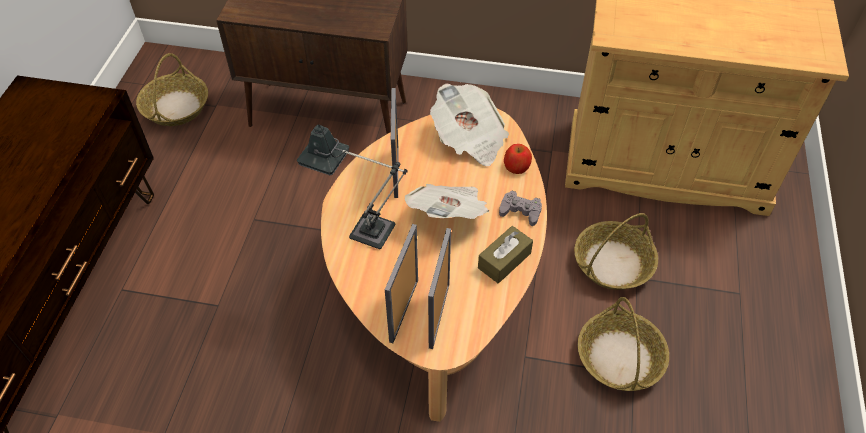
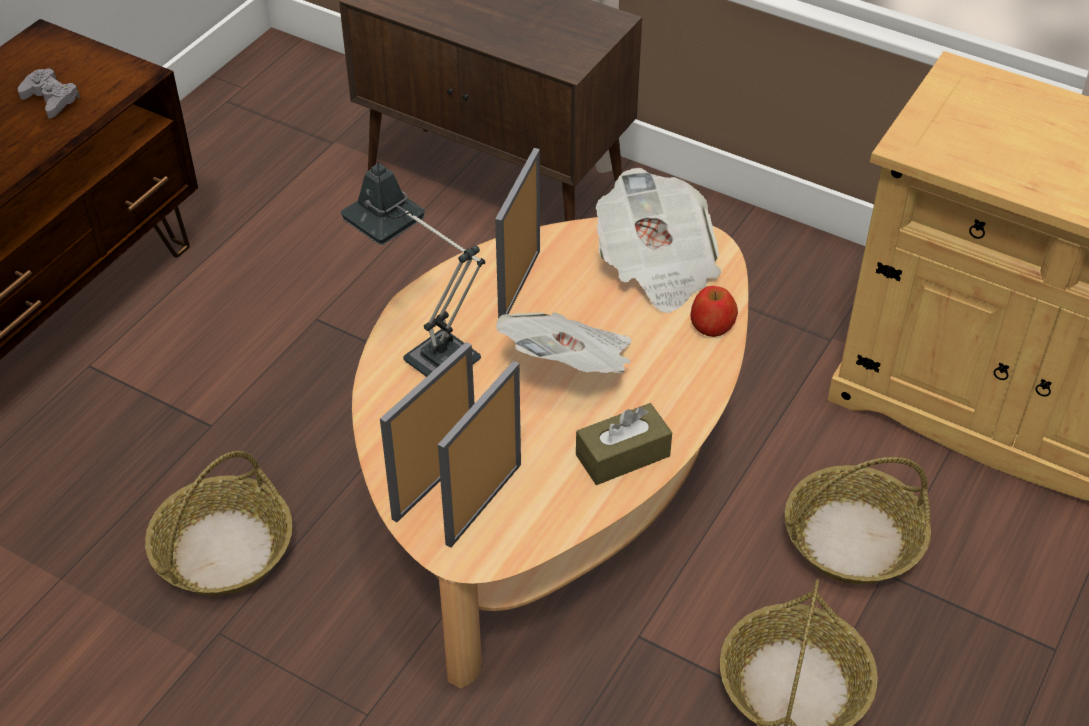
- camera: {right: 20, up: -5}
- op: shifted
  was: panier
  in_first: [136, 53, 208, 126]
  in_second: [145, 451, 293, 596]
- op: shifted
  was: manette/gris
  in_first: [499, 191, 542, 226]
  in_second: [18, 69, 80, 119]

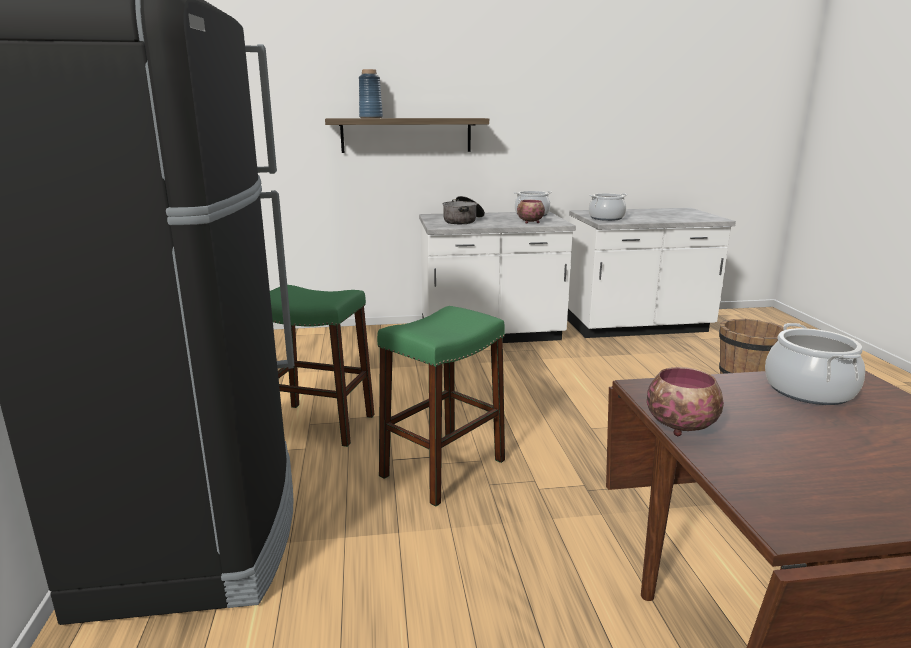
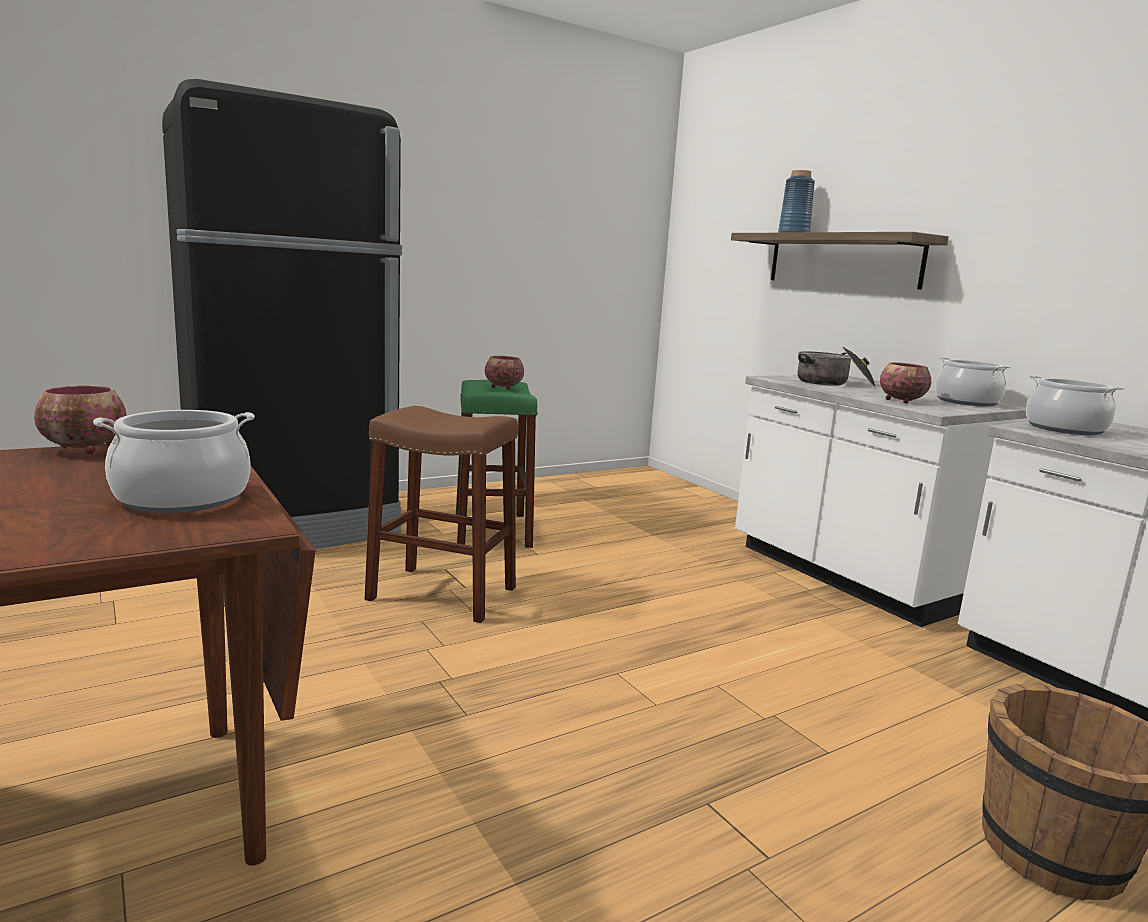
- camera: {right: 65, up: -5}
- op: repainted
  was: tabouret/vert
  now: tabouret/marron
  in_first: [377, 306, 505, 506]
  in_second: [365, 406, 518, 623]
- op: new
  now: bol
  in_second: [485, 356, 524, 390]

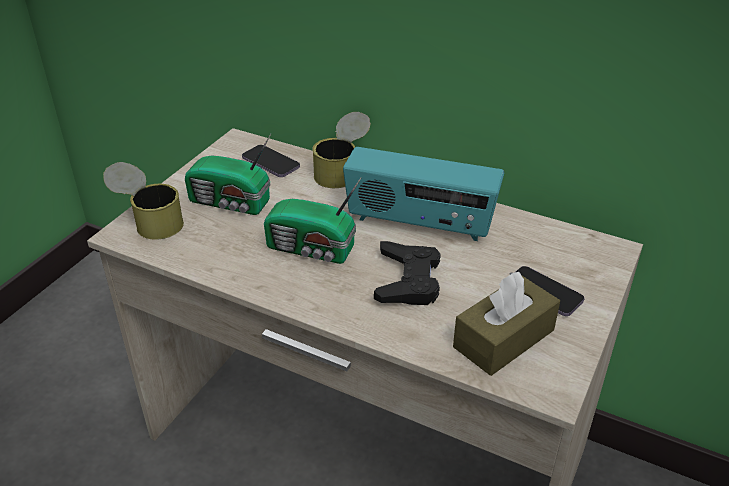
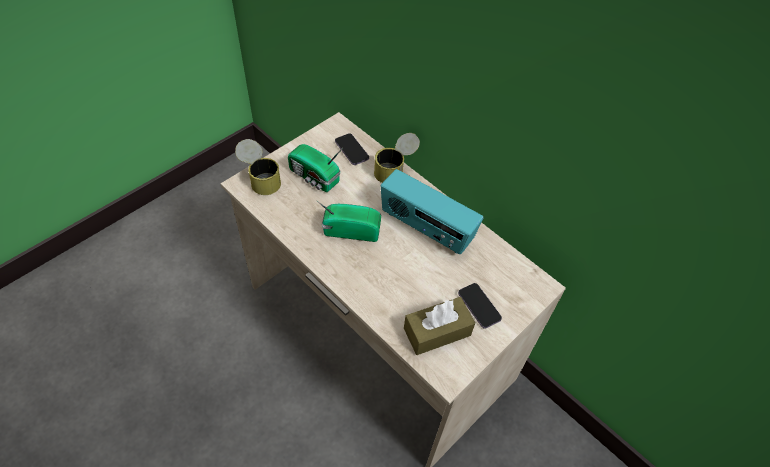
- camera: {right: 15, up: 15}
- op: rotated
  was: radio
  in_first: [264, 177, 362, 264]
  in_second: [317, 201, 381, 242]
  clockwise: 150
- op: gone
  was: manette/noir
  in_first: [374, 241, 441, 305]

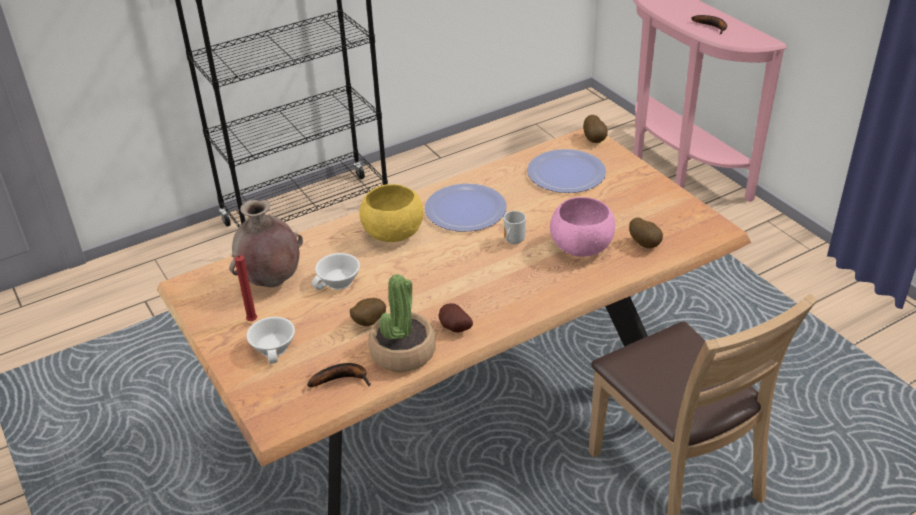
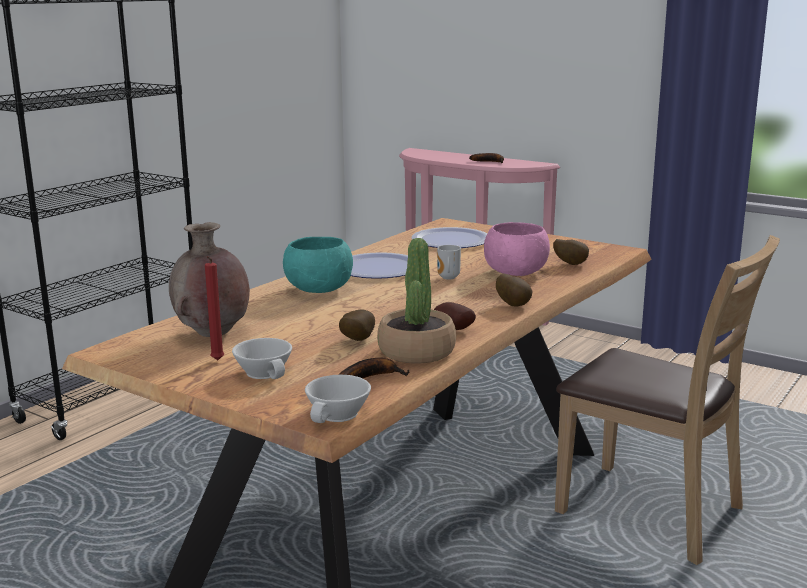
- camera: {right: -25, up: -20}
- op: shifted
  was: tasse/blanc
  in_first: [312, 253, 360, 290]
  in_second: [305, 375, 371, 423]
- op: repainted
  was: bol/jaune
  now: bol/turquoise
  in_first: [360, 184, 423, 242]
  in_second: [283, 237, 353, 293]
- op: shifted
  was: pomme de terre
  in_first: [583, 115, 608, 143]
  in_second: [496, 274, 532, 306]

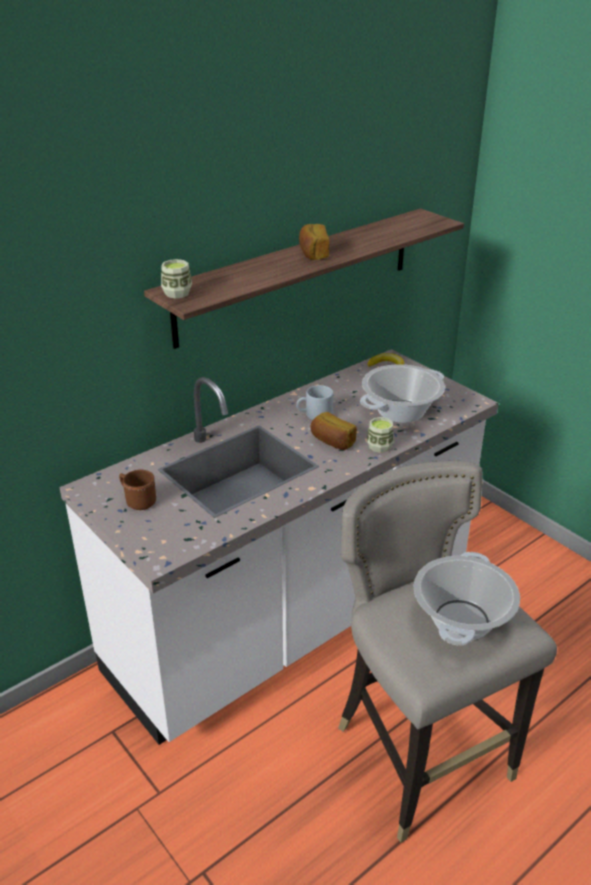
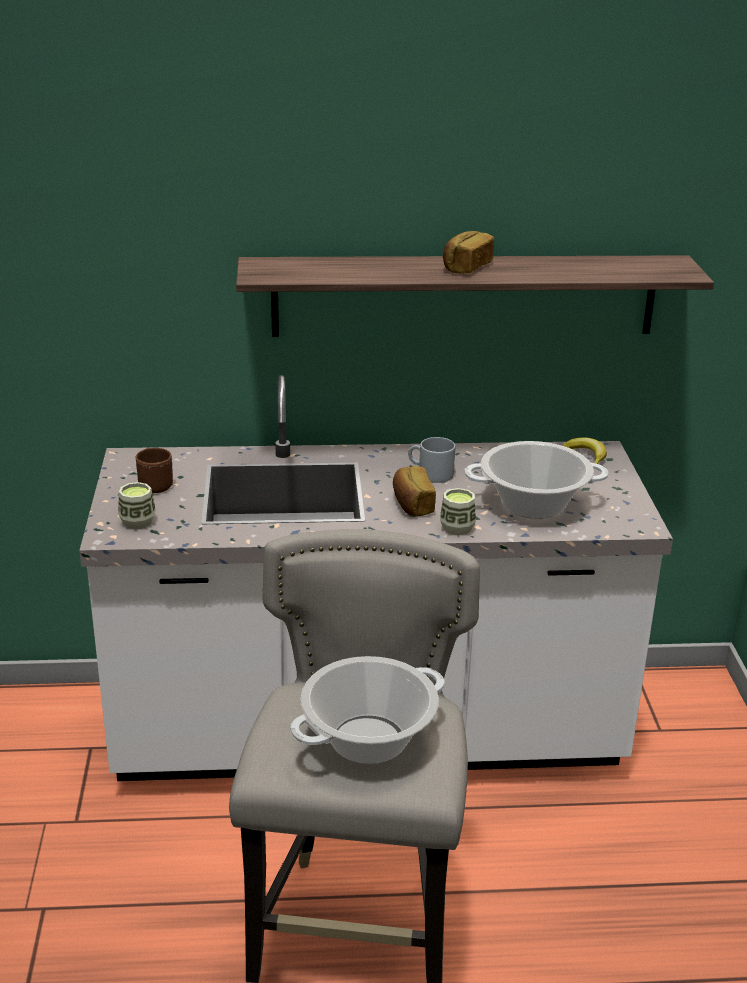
- camera: {right: 35, up: -5}
- op: shifted
  was: tasse
  in_first: [161, 259, 192, 299]
  in_second: [118, 482, 156, 529]

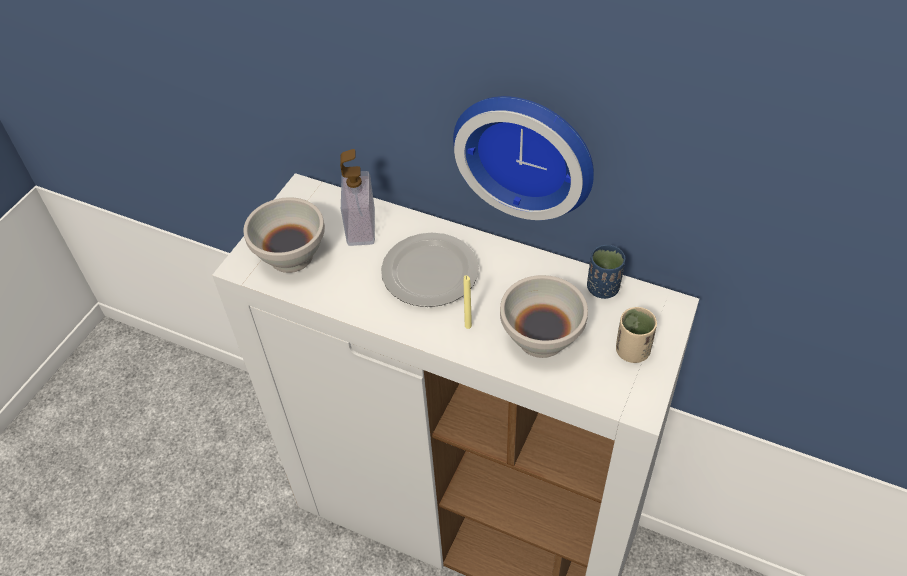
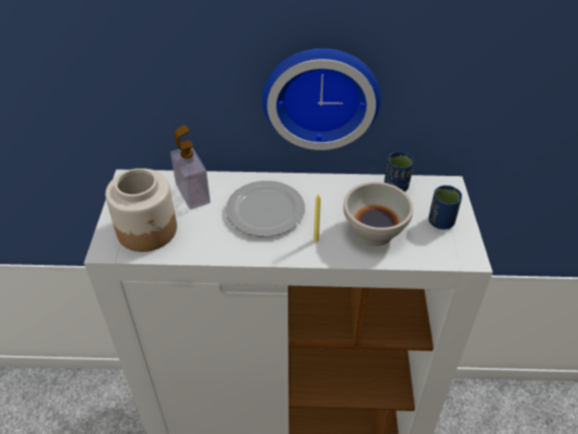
- camera: {right: -25, up: -5}
- op: swapped
  was: bol/blanc
  now: bocal
  in_first: [244, 197, 325, 273]
  in_second: [105, 168, 177, 252]
- op: repainted
  was: tasse/beige
  now: tasse/bleu
  in_first: [616, 307, 657, 363]
  in_second: [429, 185, 462, 230]

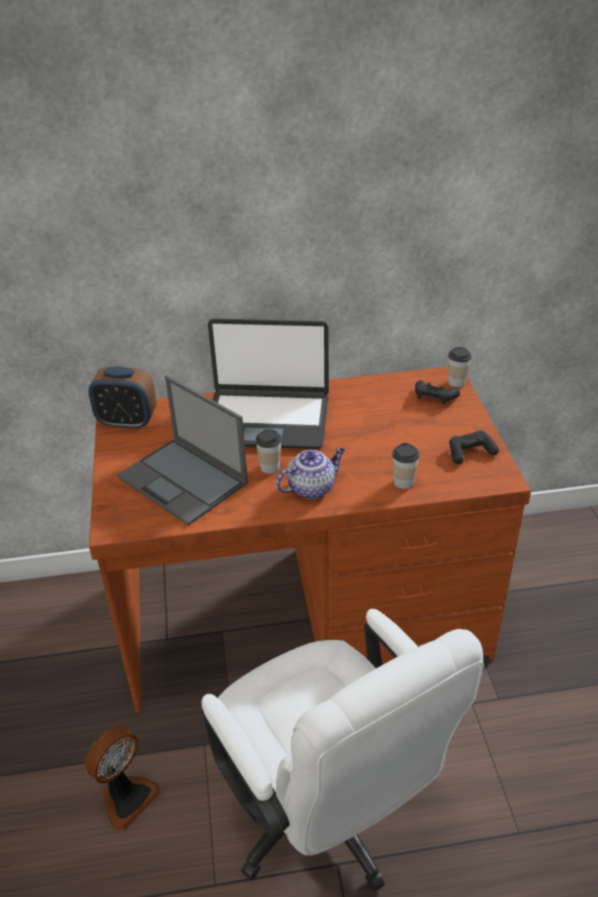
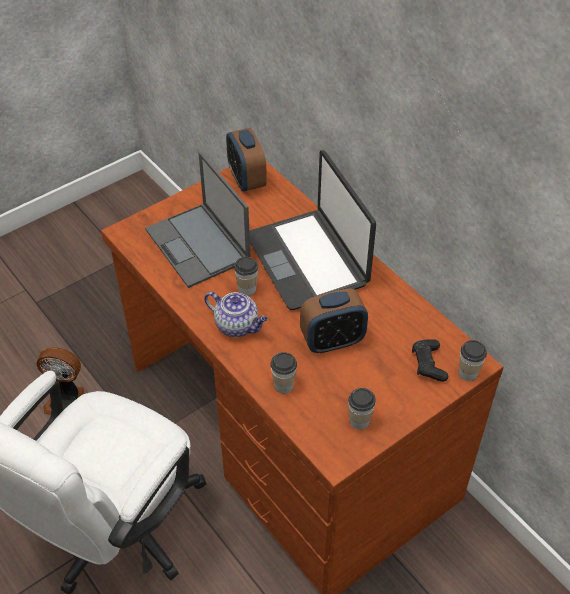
- camera: {right: 60, up: 10}
- op: rotated
  was: ordinateur portable
  in_first: [117, 375, 248, 526]
  in_second: [145, 151, 251, 288]
  clockwise: -45
- op: swapped
  was: manette/noir
  now: tasse
  in_first: [449, 430, 499, 464]
  in_second: [348, 388, 376, 430]
- op: new
  now: réveil
  in_second: [300, 288, 368, 354]

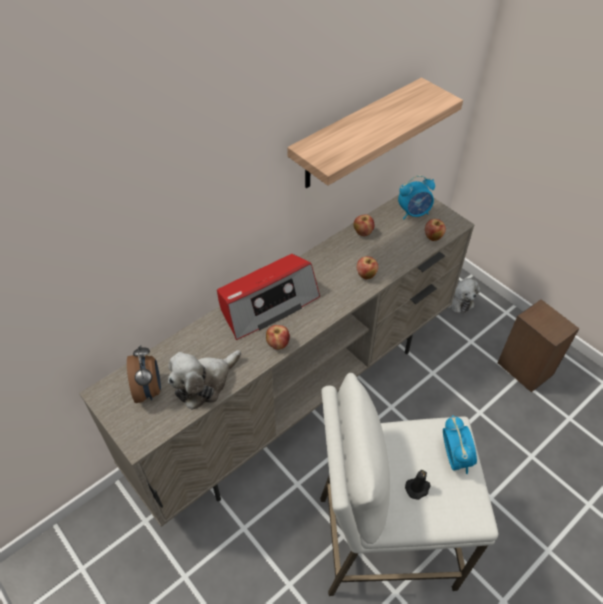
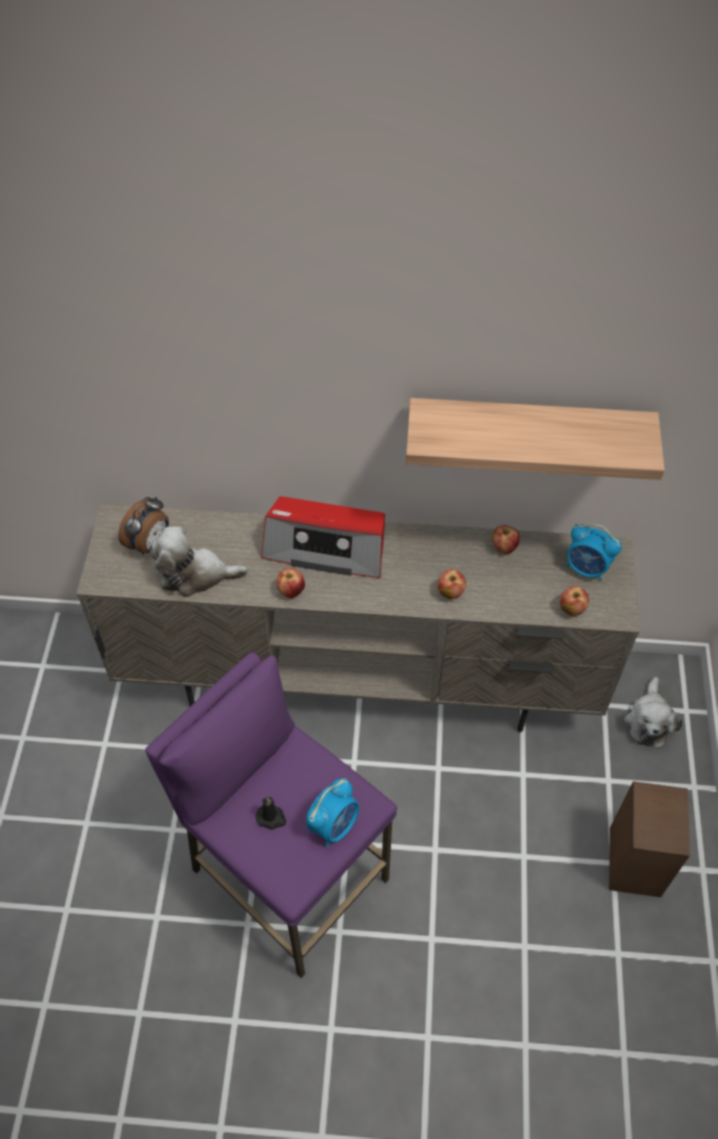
- camera: {right: 45, up: 5}
- op: repainted
  was: tabouret/blanc
  now: tabouret/violet
  in_first: [320, 373, 498, 596]
  in_second: [145, 652, 397, 978]

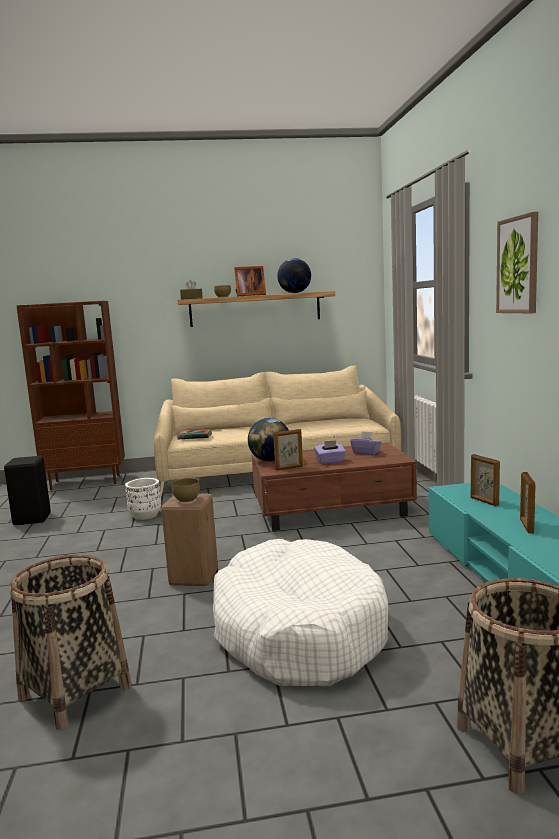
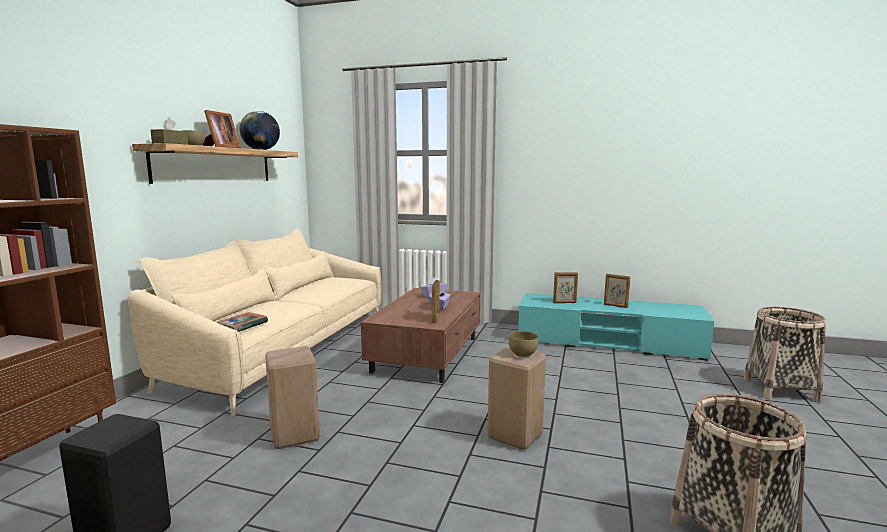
- camera: {right: -65, up: 0}
- op: swapped
  was: cache-pot/blanc
  now: tabouret/beige
  in_first: [125, 478, 161, 520]
  in_second: [265, 346, 320, 449]
- op: gone
  was: panier pour chien/blanc
  in_first: [213, 539, 388, 686]
- op: gone
  was: globe
  in_first: [248, 418, 289, 462]
- op: gone
  was: tableau
  in_first: [496, 212, 538, 313]

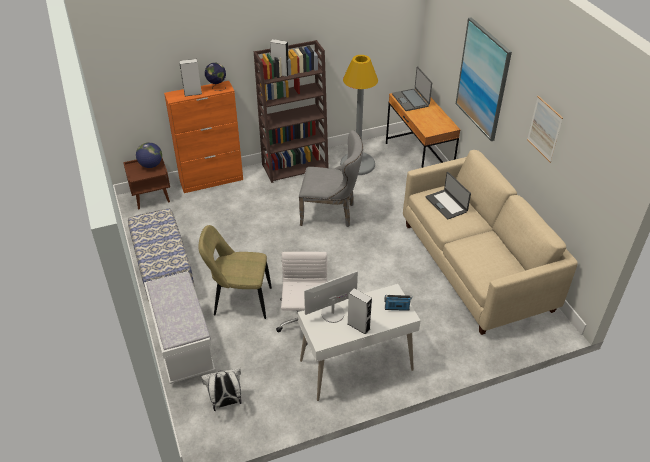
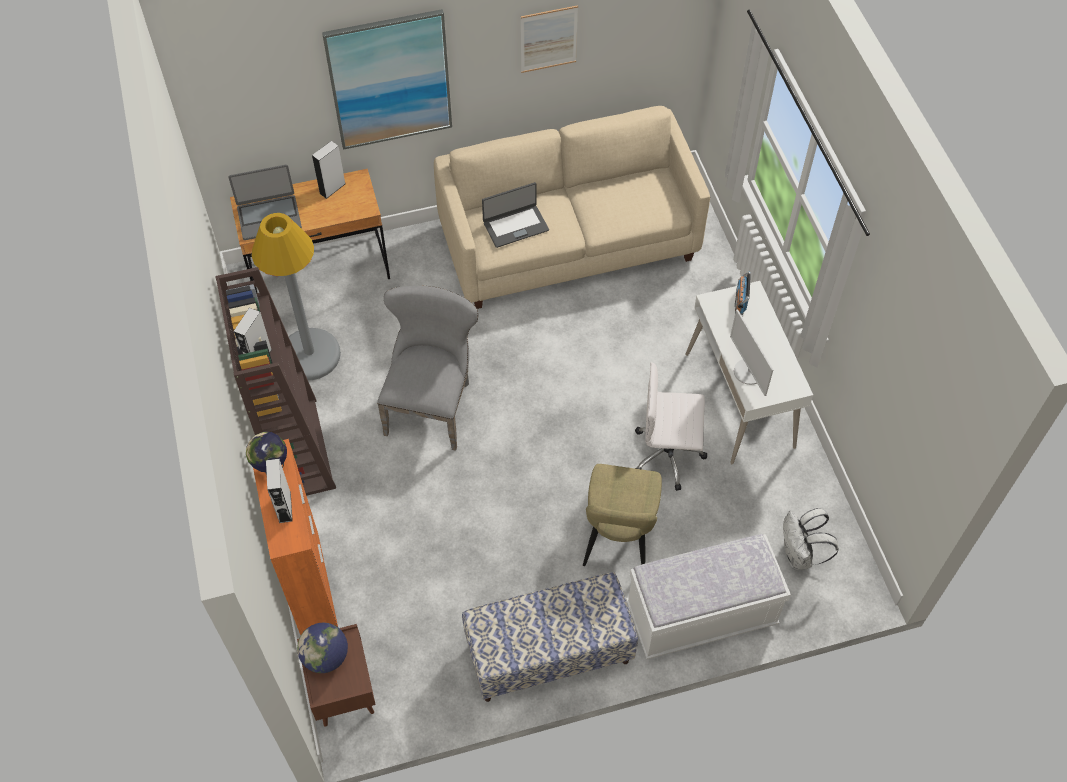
- camera: {right: -85, up: 15}
- op: shifted
  was: enceinte/gris
  in_first: [348, 288, 372, 334]
  in_second: [312, 141, 346, 199]

